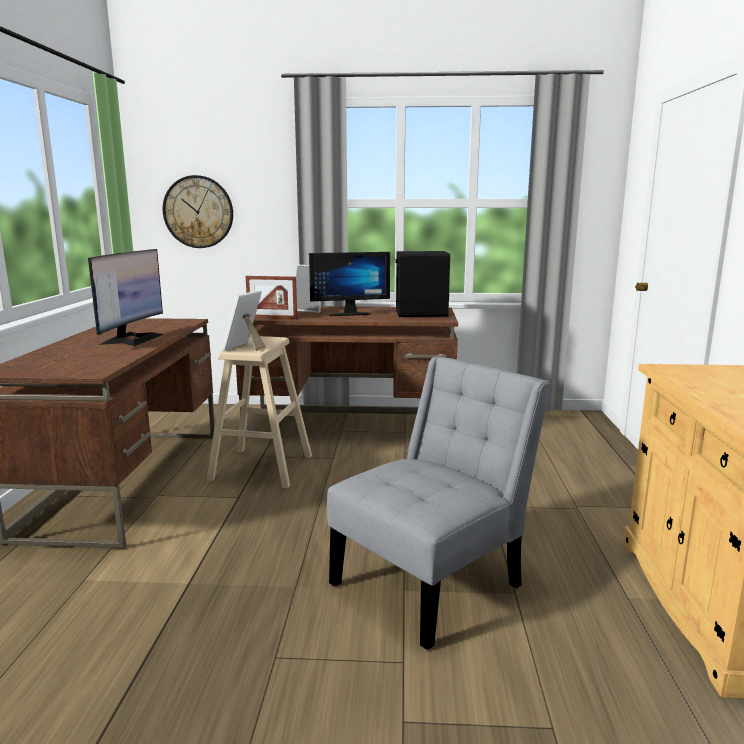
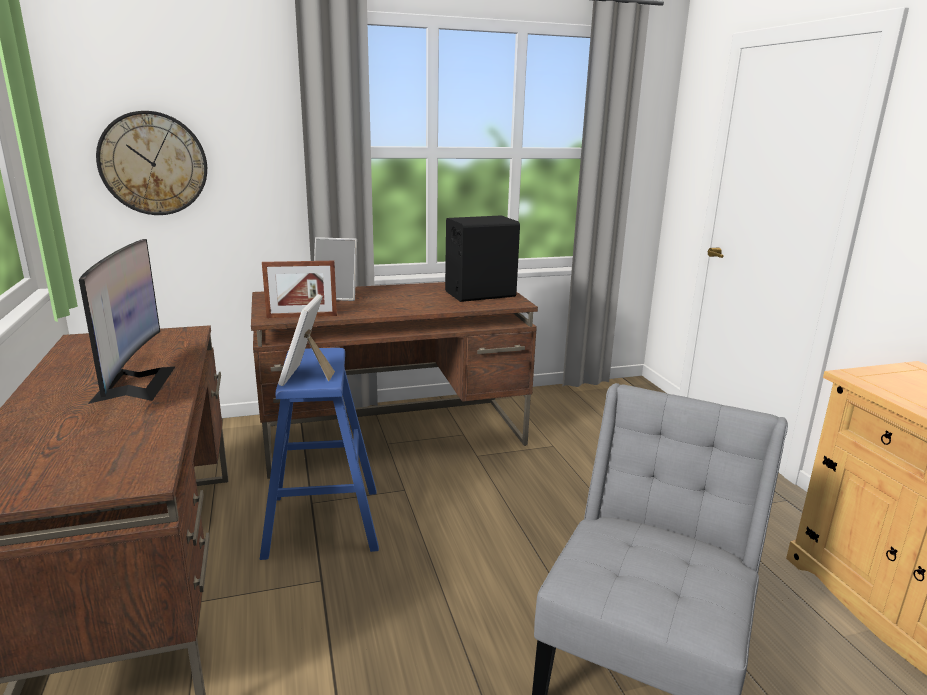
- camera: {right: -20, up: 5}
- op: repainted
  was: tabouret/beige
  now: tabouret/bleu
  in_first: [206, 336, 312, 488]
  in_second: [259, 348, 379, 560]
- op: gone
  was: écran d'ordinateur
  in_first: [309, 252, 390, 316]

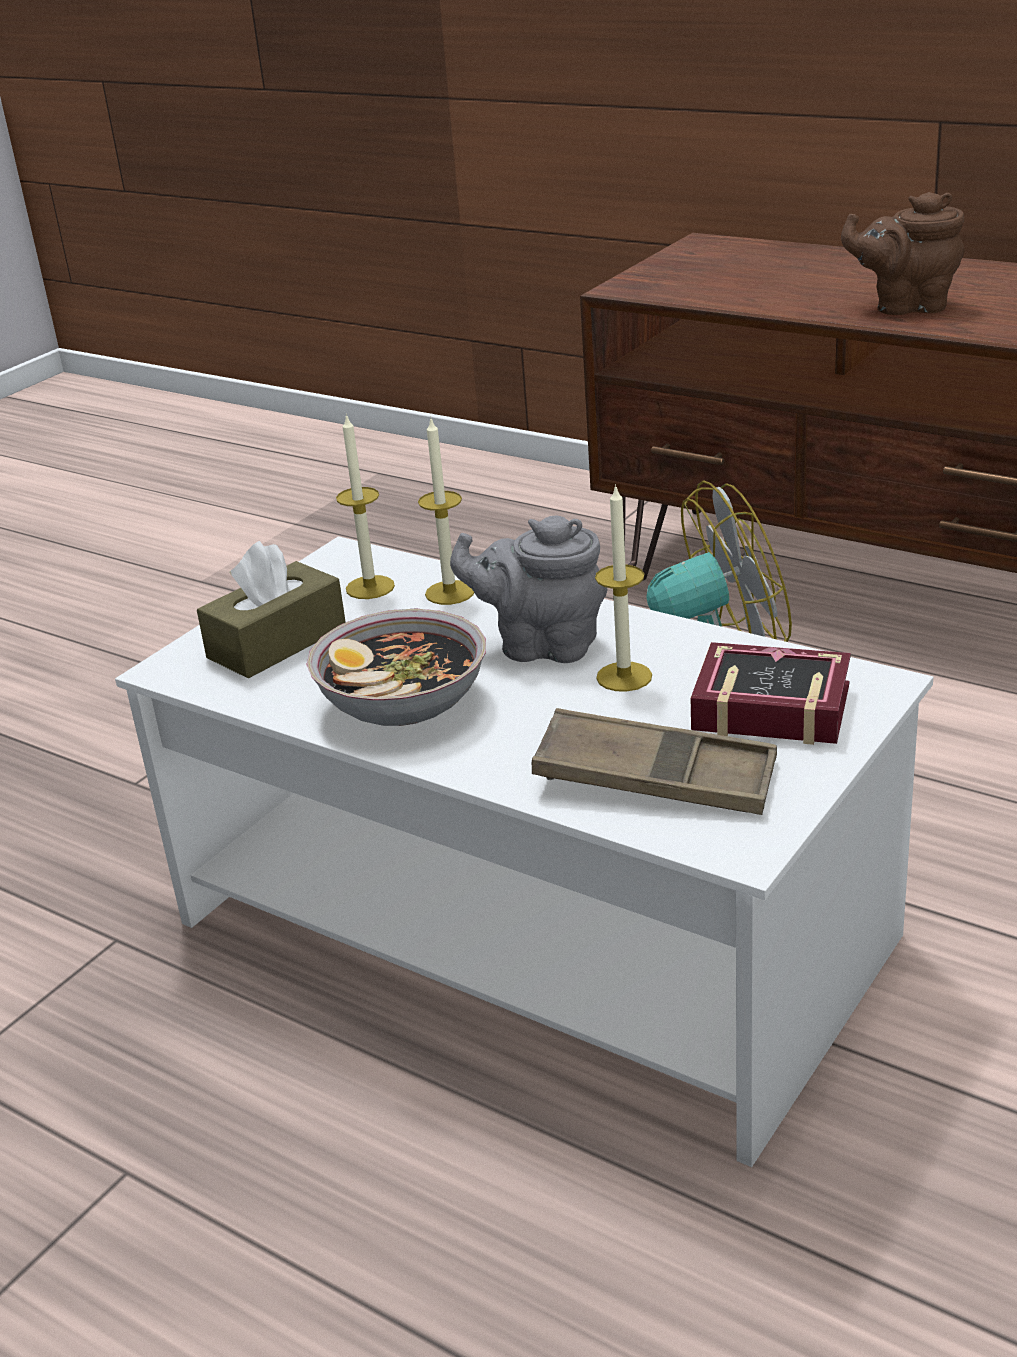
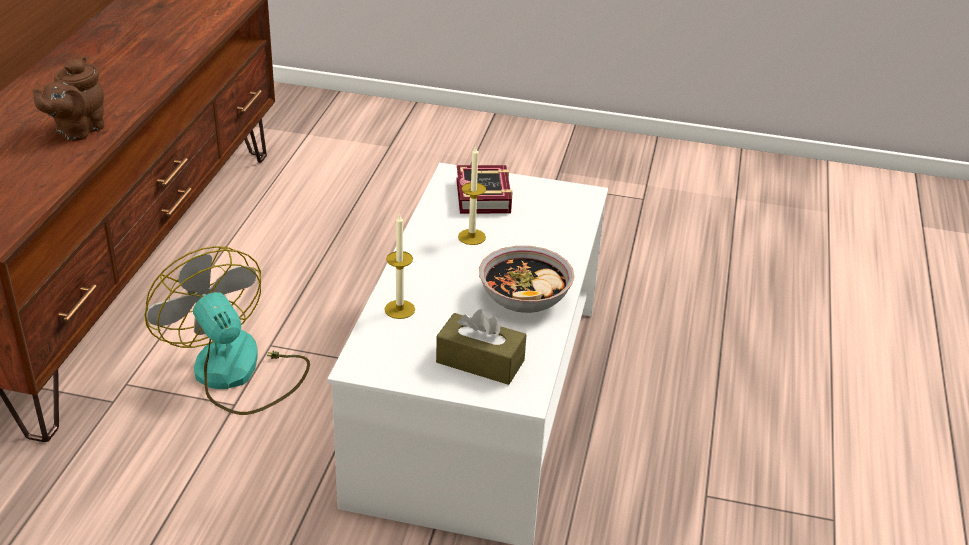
- camera: {right: -115, up: 5}
- op: gone
  was: bougie
  in_first: [336, 414, 395, 599]
- op: gone
  was: théière/gris
  in_first: [450, 516, 607, 663]
- op: gone
  was: plateau/marron
  in_first: [532, 708, 777, 815]
- op: rotated
  was: théière/marron
  in_first: [841, 192, 965, 315]
  in_second: [33, 56, 104, 141]
  clockwise: 45

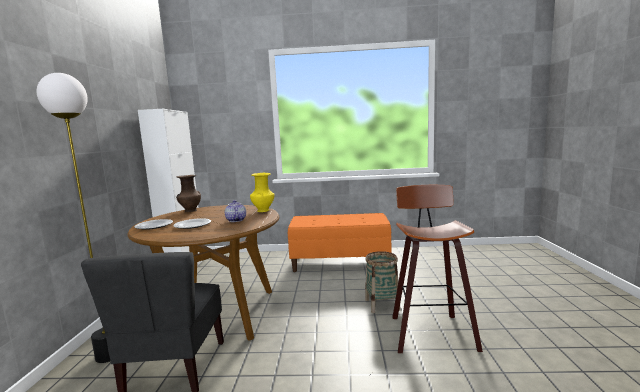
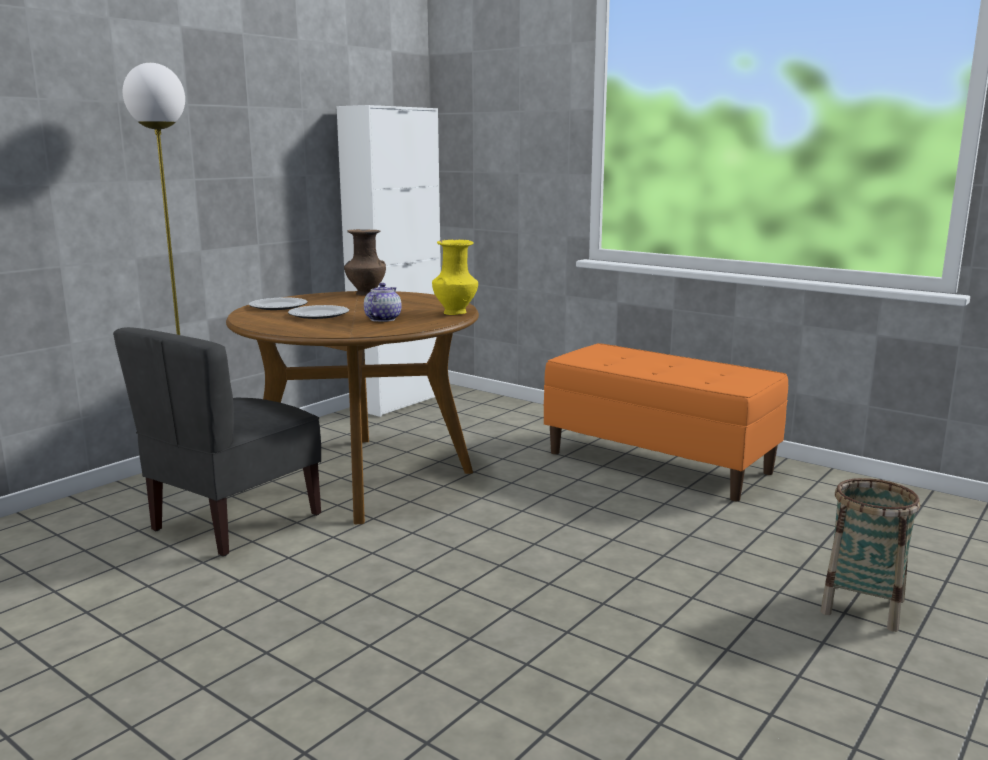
- camera: {right: 35, up: 5}
- op: shifted
  was: panier
  in_first: [365, 251, 401, 313]
  in_second: [821, 478, 920, 632]
- op: gone
  was: tabouret
  in_first: [392, 185, 483, 353]

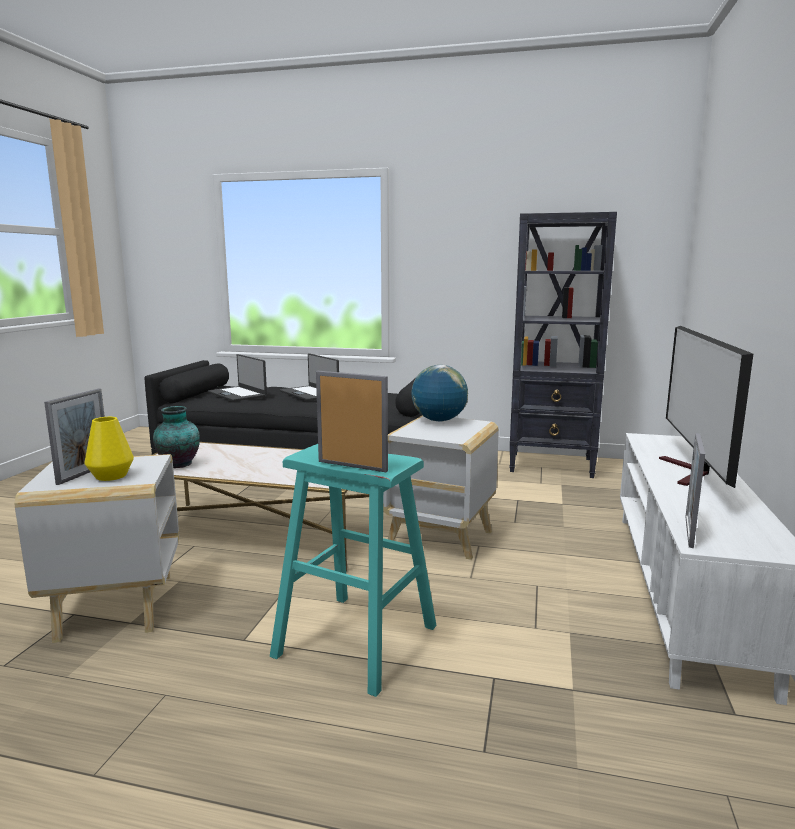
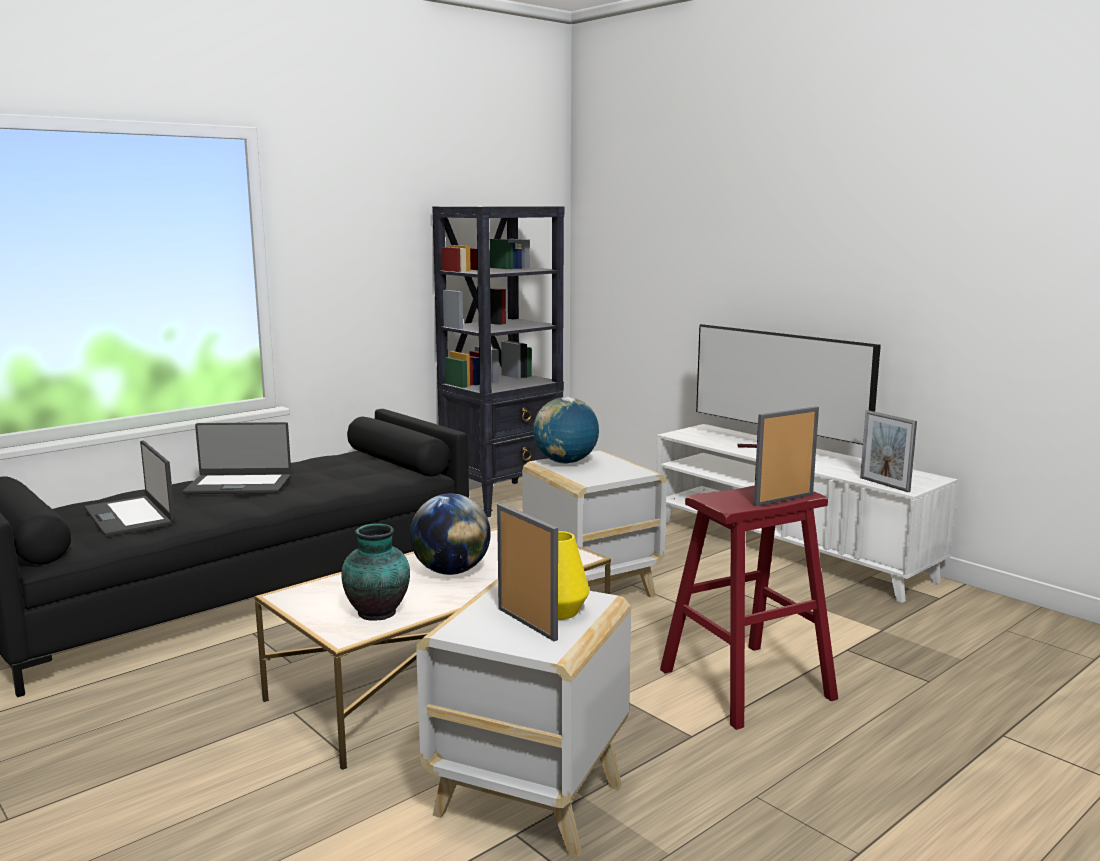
- camera: {right: -55, up: 0}
- op: rotated
  was: ordinateur portable
  in_first: [208, 354, 267, 402]
  in_second: [84, 441, 175, 537]
  clockwise: 60
- op: repainted
  was: tabouret/turquoise
  now: tabouret/rouge
  in_first: [270, 444, 436, 697]
  in_second: [660, 485, 838, 730]
- op: new
  now: globe
  in_second: [410, 494, 491, 575]

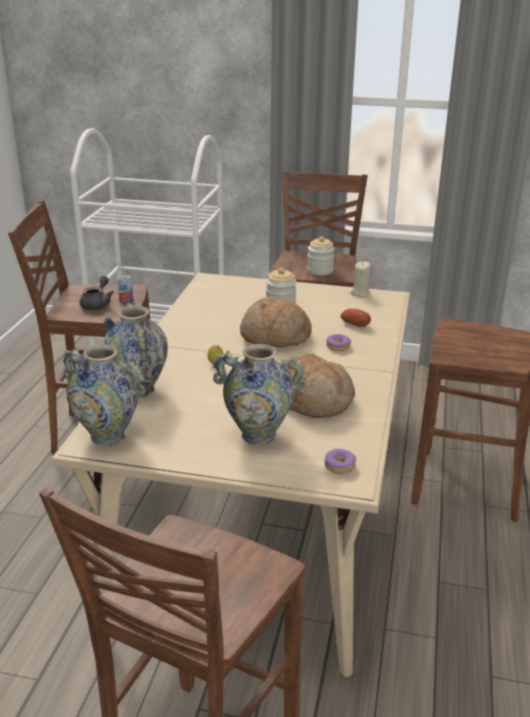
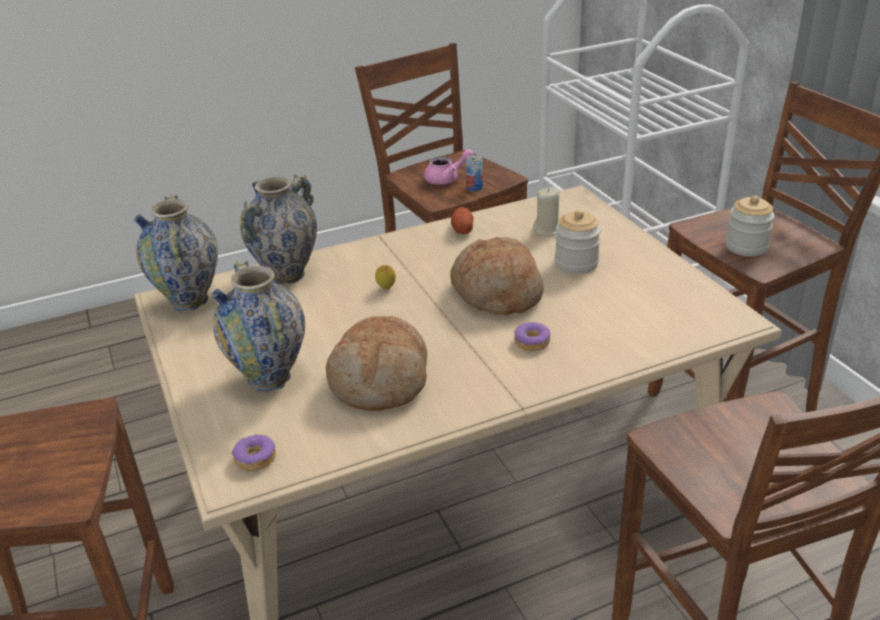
- camera: {right: 55, up: 5}
- op: repainted
  was: théière/gris
  now: théière/rose
  in_first: [80, 276, 114, 310]
  in_second: [424, 149, 474, 185]
- op: shifted
  was: pomme de terre
  in_first: [341, 309, 371, 327]
  in_second: [451, 207, 474, 234]
- op: shifted
  was: bougie/beige
  in_first: [351, 261, 371, 297]
  in_second: [533, 187, 559, 236]

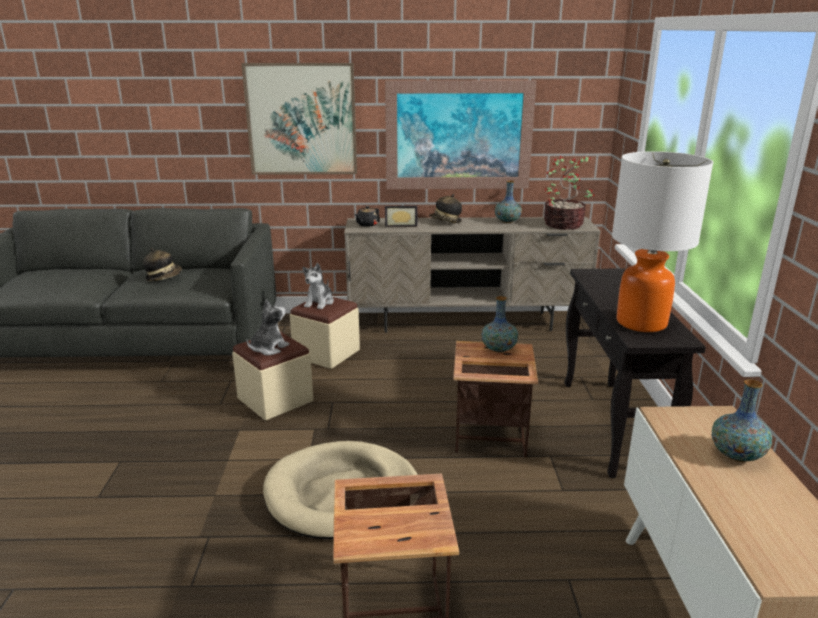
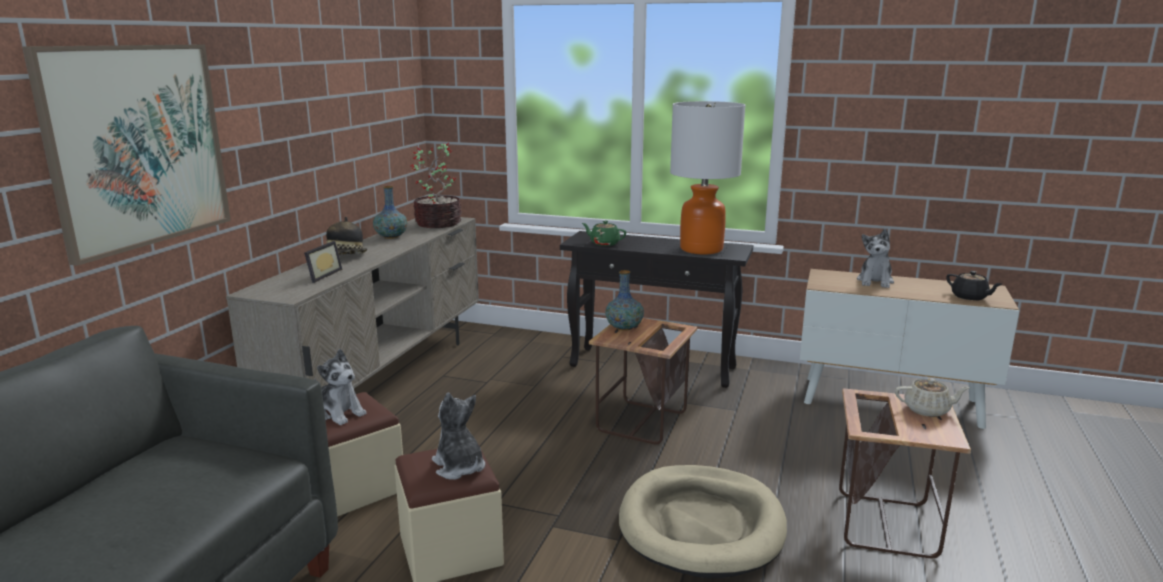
- camera: {right: -70, up: -5}
- op: gone
  was: chapeau
  in_first: [143, 248, 182, 281]
- op: shifted
  was: théière/noir
  in_first: [355, 206, 380, 227]
  in_second: [946, 271, 1002, 301]
- op: gone
  was: tableau
  in_first: [385, 80, 536, 189]
- op: swapped
  was: vase
  now: peluche
  in_first: [712, 379, 772, 462]
  in_second: [857, 229, 894, 288]
- op: new
  now: théière/vert
  in_second: [582, 220, 626, 246]
- op: new
  now: théière/beige
  in_second: [895, 378, 970, 417]

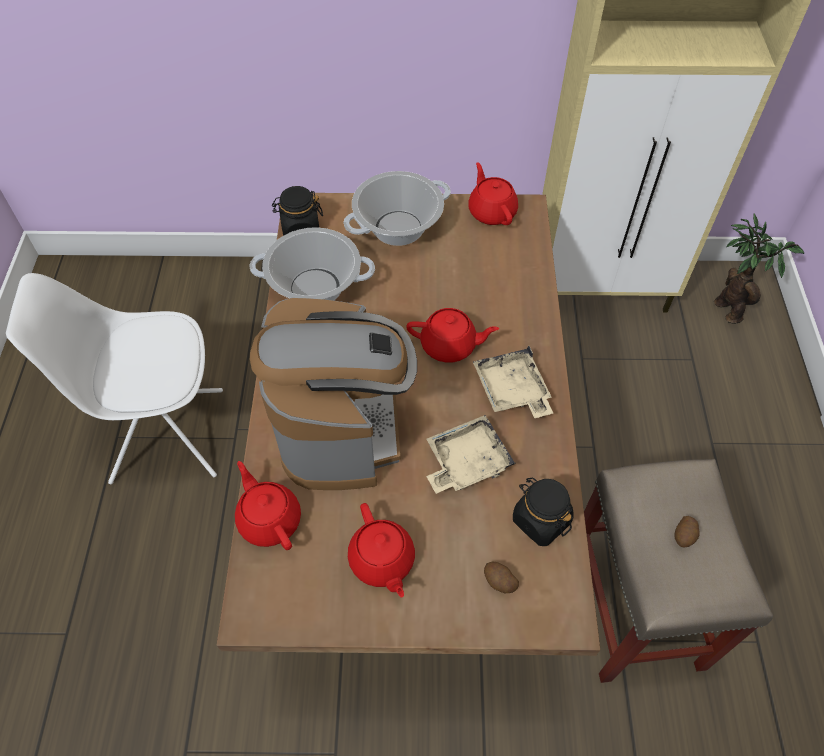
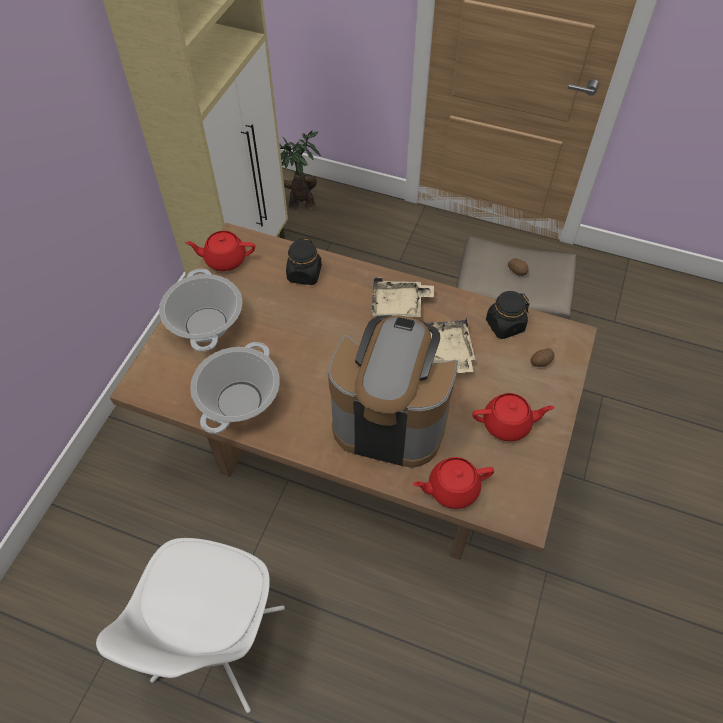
- camera: {right: -70, up: 0}
- op: shifted
  was: bocal/noir
  in_first: [272, 186, 323, 236]
  in_second: [286, 238, 322, 285]
- op: gone
  was: théière/rouge
  in_first: [406, 308, 499, 362]

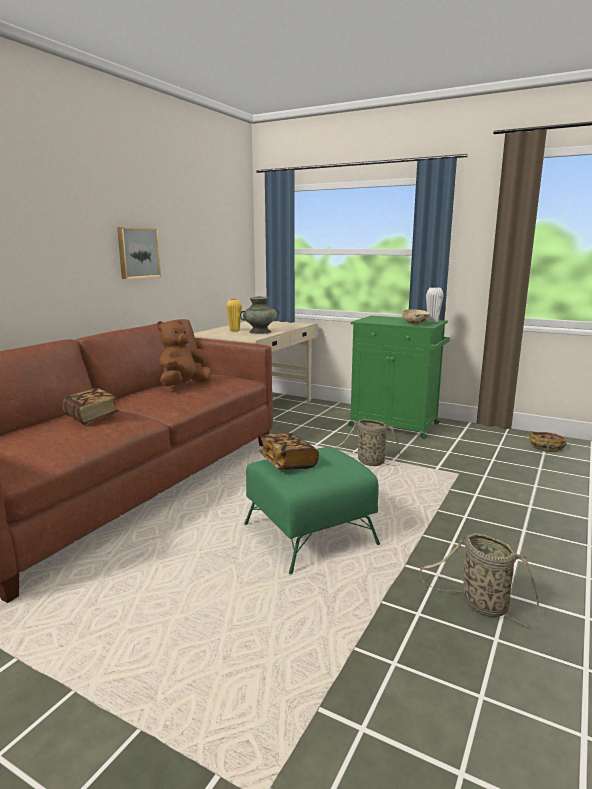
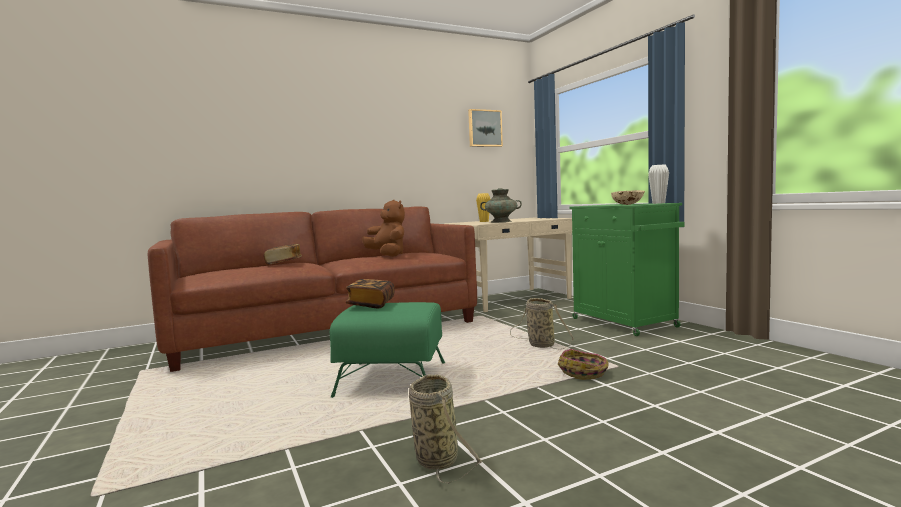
- camera: {right: 35, up: -10}
- op: shifted
  was: tableau
  in_first: [117, 227, 161, 279]
  in_second: [468, 109, 503, 147]
- op: rotated
  was: peluche/marron
  in_first: [157, 320, 212, 386]
  in_second: [362, 200, 405, 257]
  clockwise: 75
- op: shifted
  was: panier
  in_first: [529, 431, 567, 452]
  in_second: [558, 349, 609, 380]

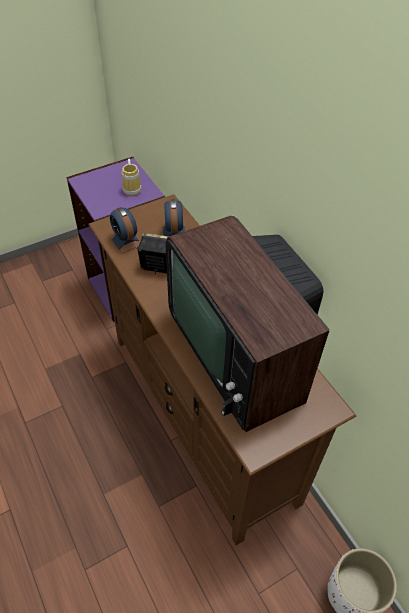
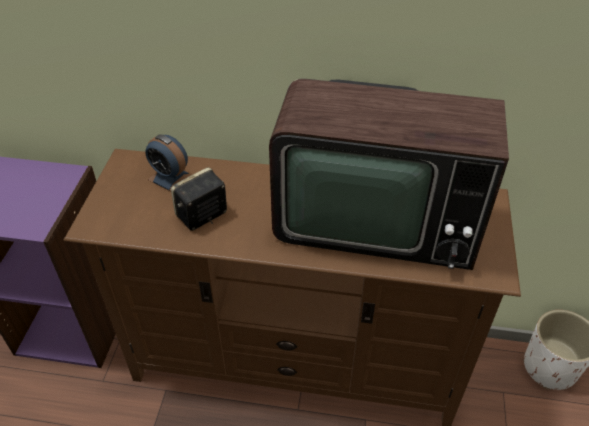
- camera: {right: -50, up: -5}
- op: gone
  was: réveil
  in_first: [109, 207, 140, 253]
- op: gone
  was: mug
  in_first: [122, 159, 142, 196]

